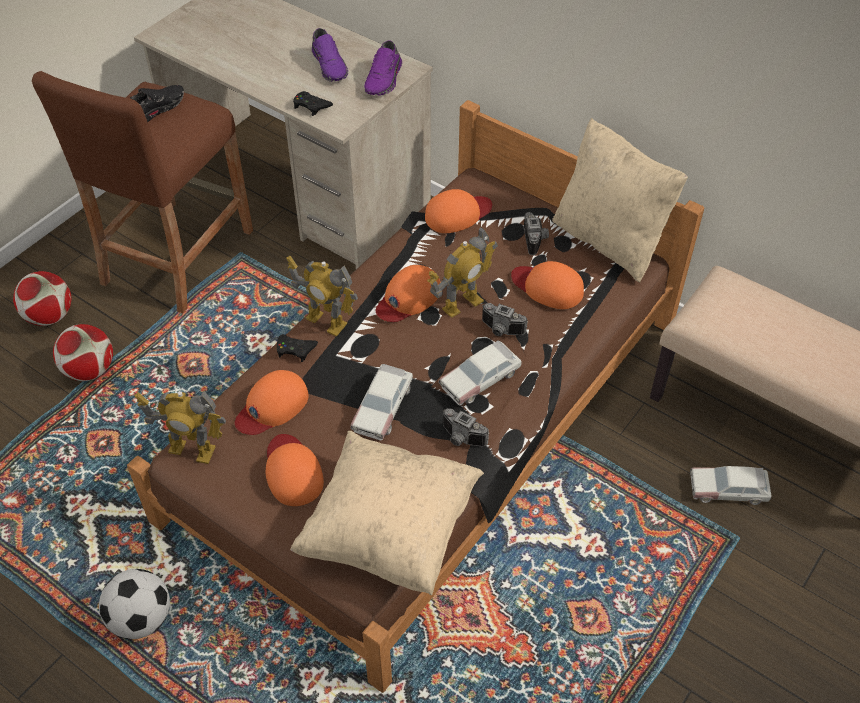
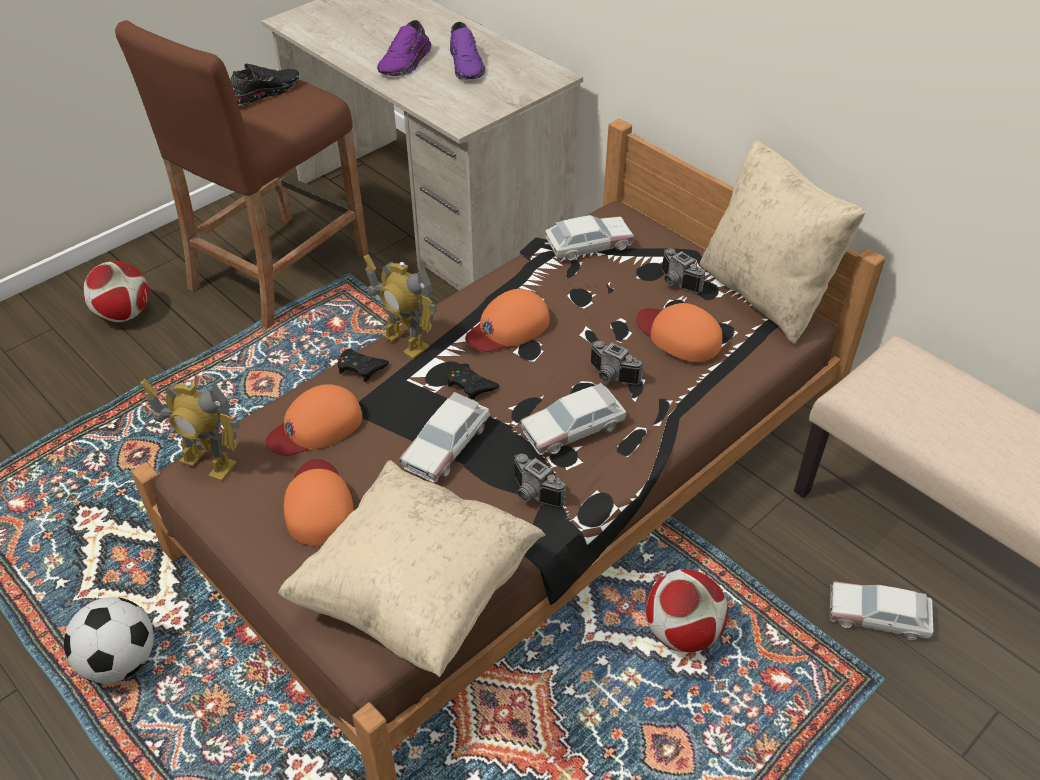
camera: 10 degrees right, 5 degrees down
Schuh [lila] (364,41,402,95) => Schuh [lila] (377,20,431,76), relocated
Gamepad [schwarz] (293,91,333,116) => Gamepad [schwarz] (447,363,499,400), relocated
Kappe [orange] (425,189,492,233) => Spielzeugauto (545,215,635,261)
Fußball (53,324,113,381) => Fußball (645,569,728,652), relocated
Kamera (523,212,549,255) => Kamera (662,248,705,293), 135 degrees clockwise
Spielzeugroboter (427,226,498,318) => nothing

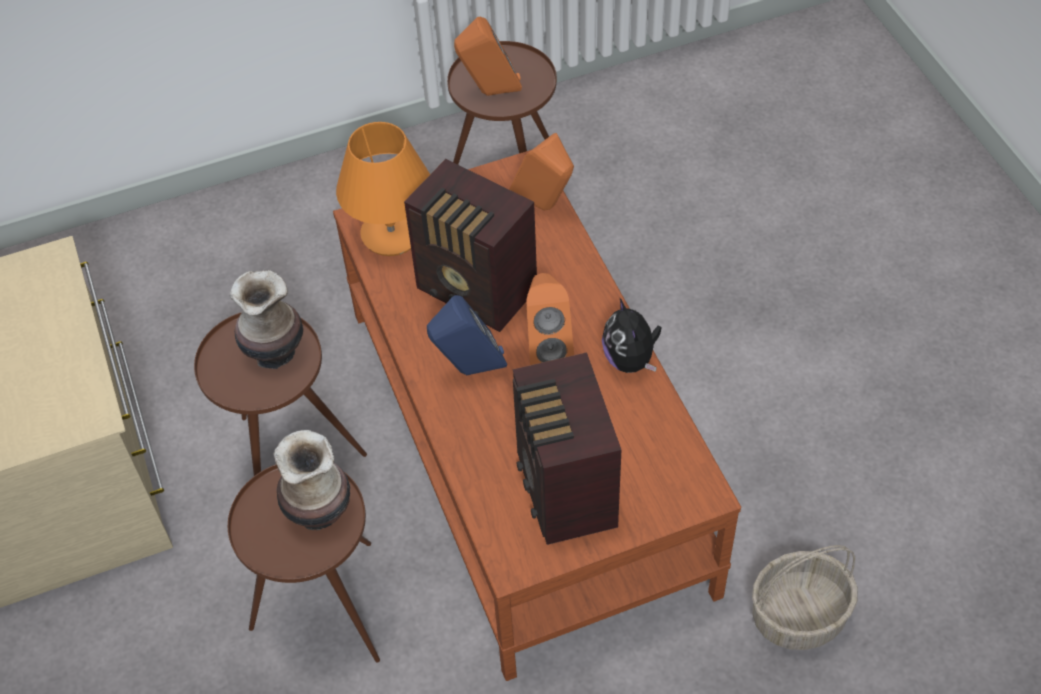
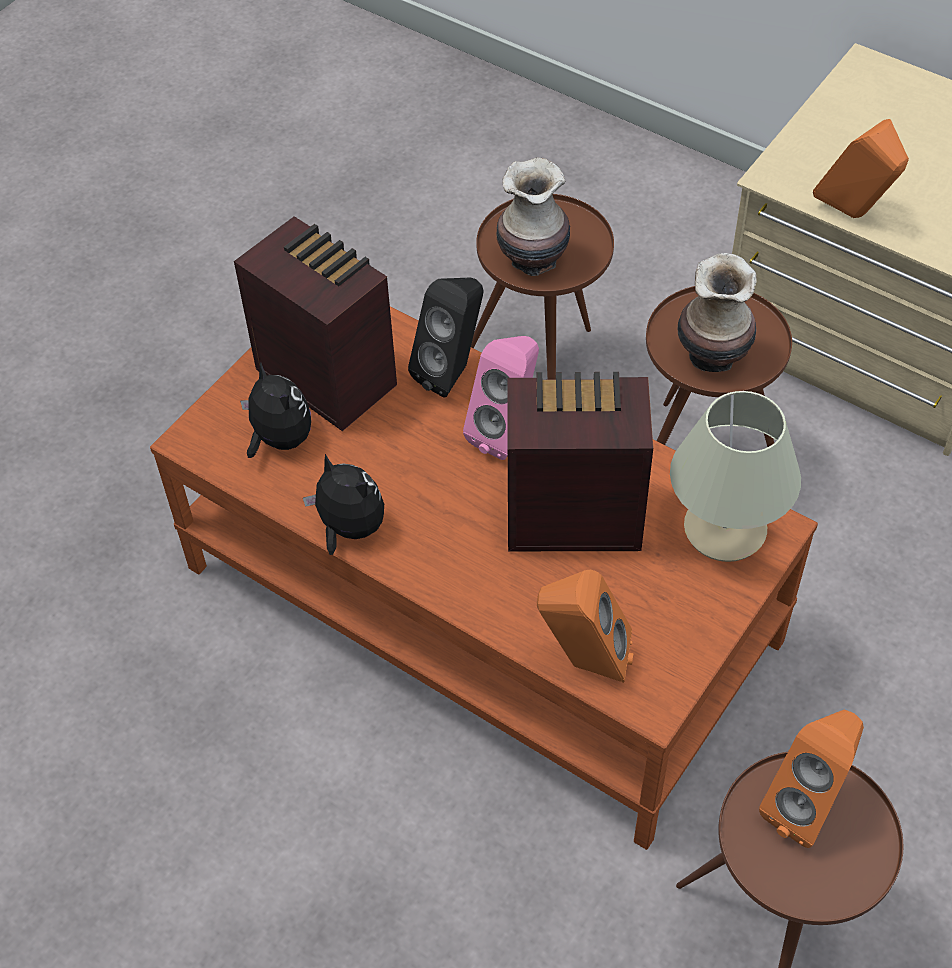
camera: 145 degrees right, 0 degrees up
nothing => Plüschtier (240,362,311,458)
nothing => Lautsprecher [schwarz] (408,278,484,398)
Lautsprecher [blau] (427,295,507,375) => Lautsprecher [rosa] (463,336,539,460)
Tischlampe [orange] (336,122,430,256) => Tischlampe [beige] (670,391,801,562)
Lautsprecher [orange] (527,273,574,365) => Lautsprecher [orange] (813,119,909,218), relocated
Korb (752,545,858,650) => nothing

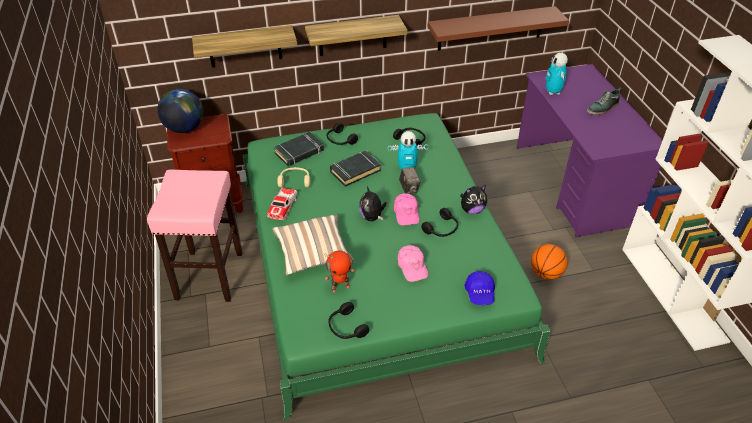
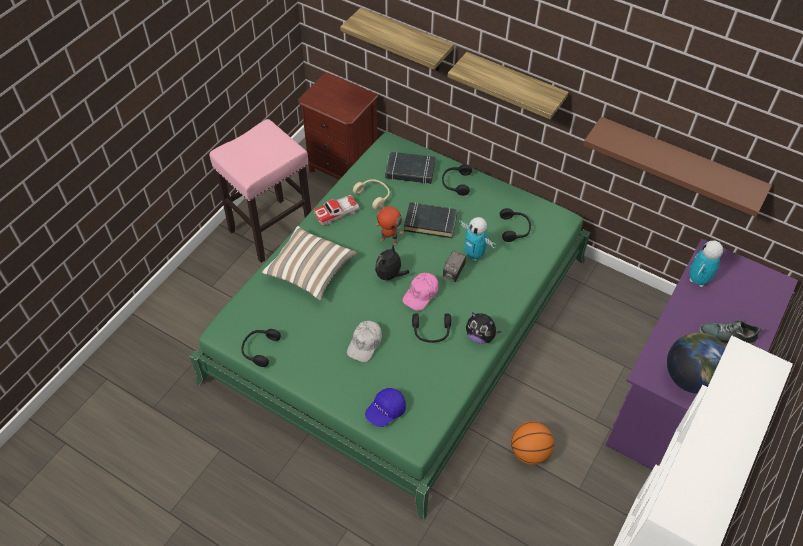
camera: 45 degrees right, 10 degrees up
Kappe [rosa] (398,245,428,282) => Kappe [weiß] (347,321,382,362)
Spielzeugroboter (325,251,354,292) => Spielzeugroboter (376,203,403,245), relocated
Globus (157,89,203,133) => Globus (667,333,726,394), relocated

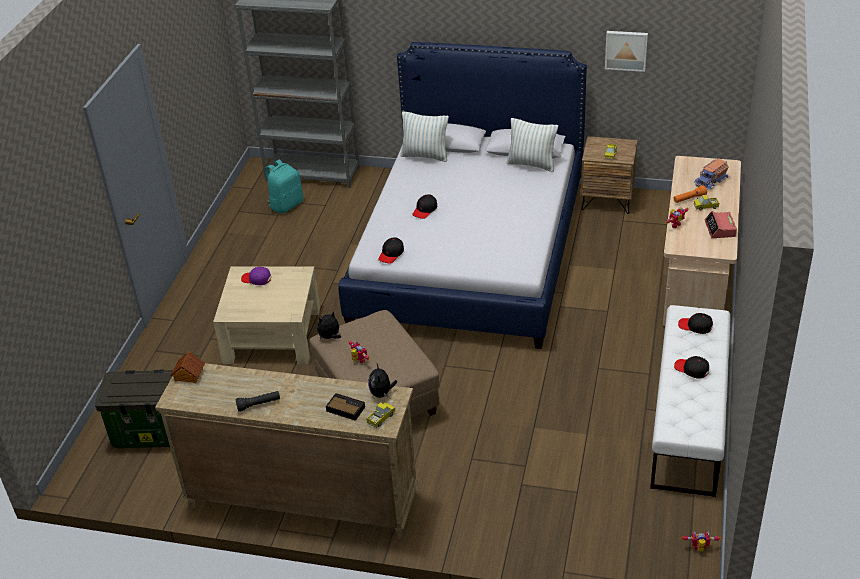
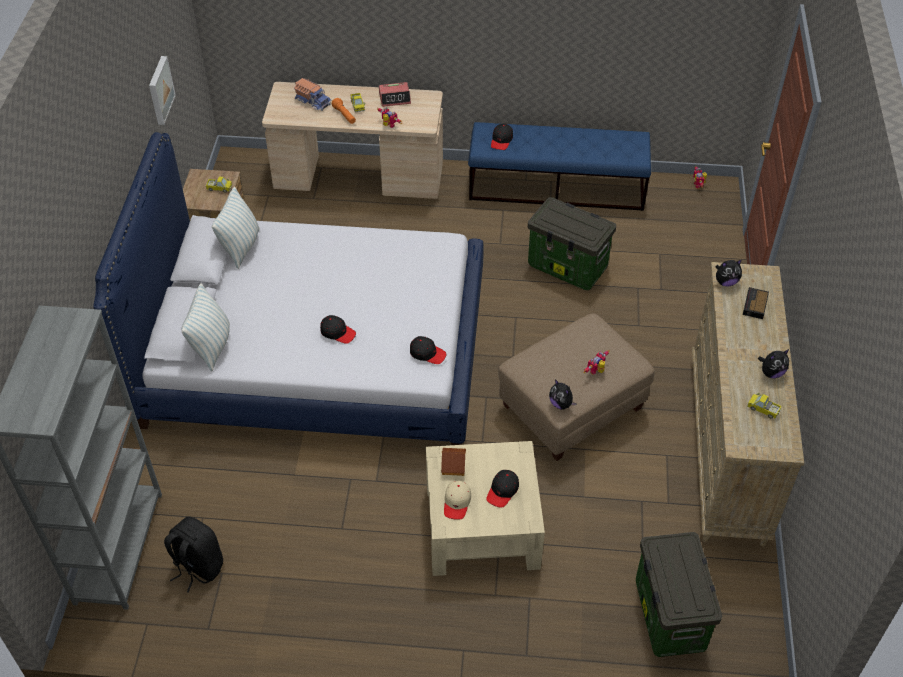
camera: 100 degrees left, 10 degrees up
Rucksack [türkis] (265,160,303,214) => Rucksack [schwarz] (164,517,223,593)
Spielzeughaus (170,351,205,383) => Spielzeughaus (441,448,466,476), relocated
Kappe [lila] (241,267,271,285) => Kappe [beige] (444,481,471,520)
Bank [weiß] (650,305,731,497) => Bank [blau] (468,122,651,211)
Kappe [schwarz] (674,356,709,378) => Kappe [schwarz] (487,470,519,508), relocated
nothing => Aufbewahrungsbox (528,197,616,290)
Spielzeuglaster (366,402,396,428) => Spielzeuglaster (747,393,782,419), relocated
Taschenlampe [schwarz] (235,391,280,412) => Plüschtier (758,349,789,378)

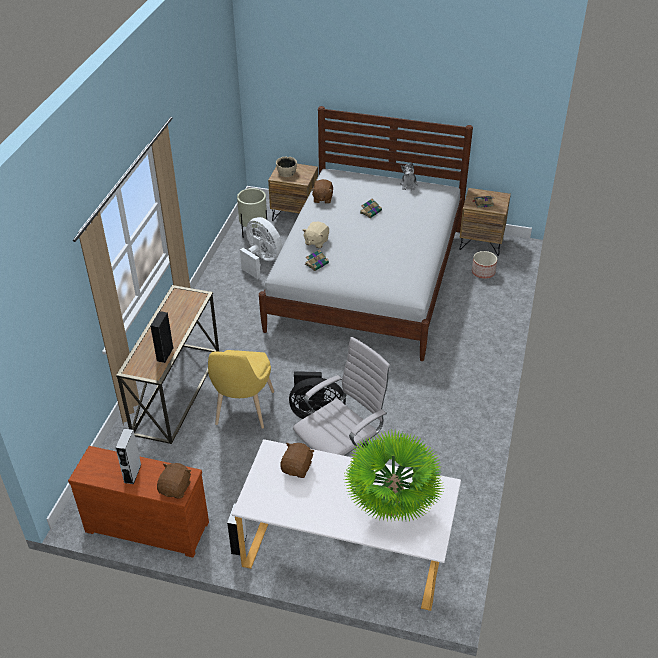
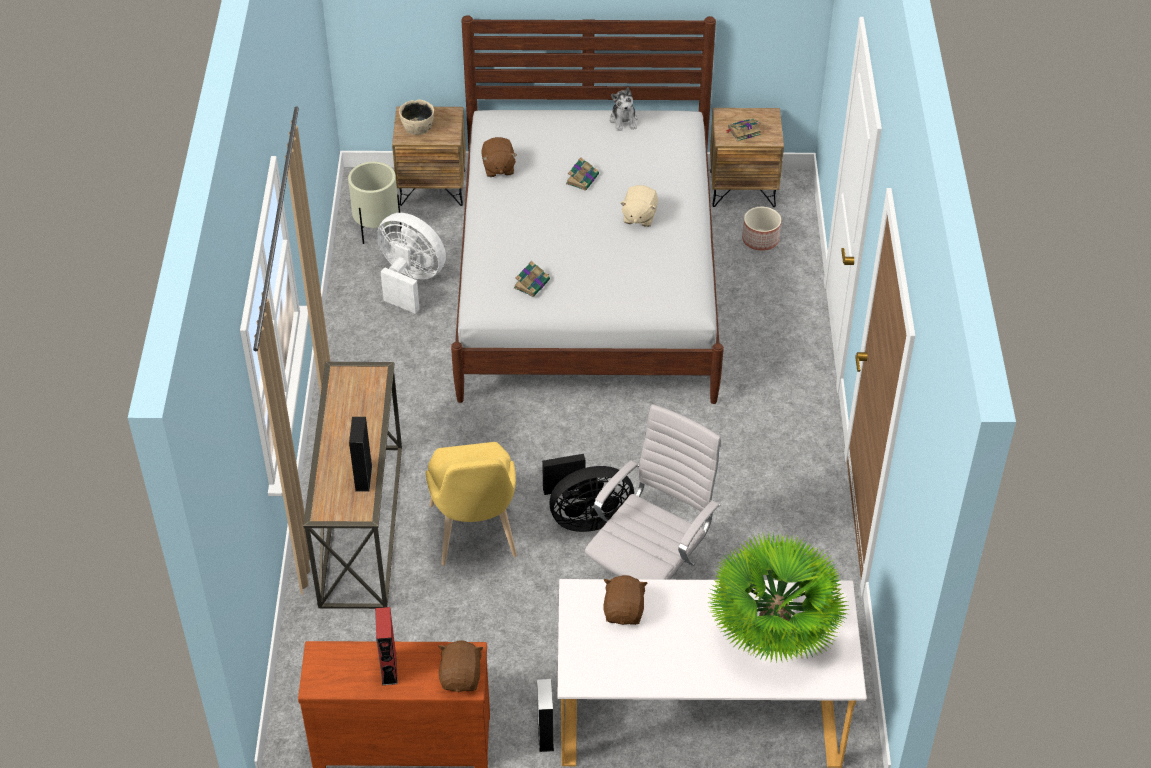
camera: 15 degrees left, 5 degrees up
Lautsprecher [grau] (115,429,142,484) => Lautsprecher [rot] (375,607,398,685)
Plüschtier [beige] (303,222,329,248) => Plüschtier [beige] (620,185,658,227), relocated

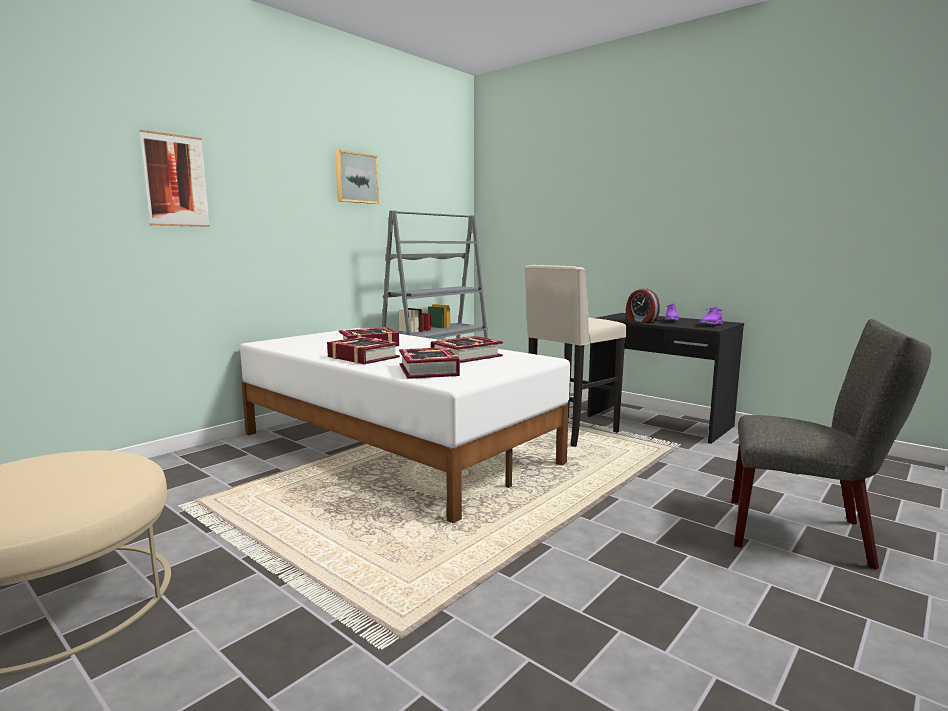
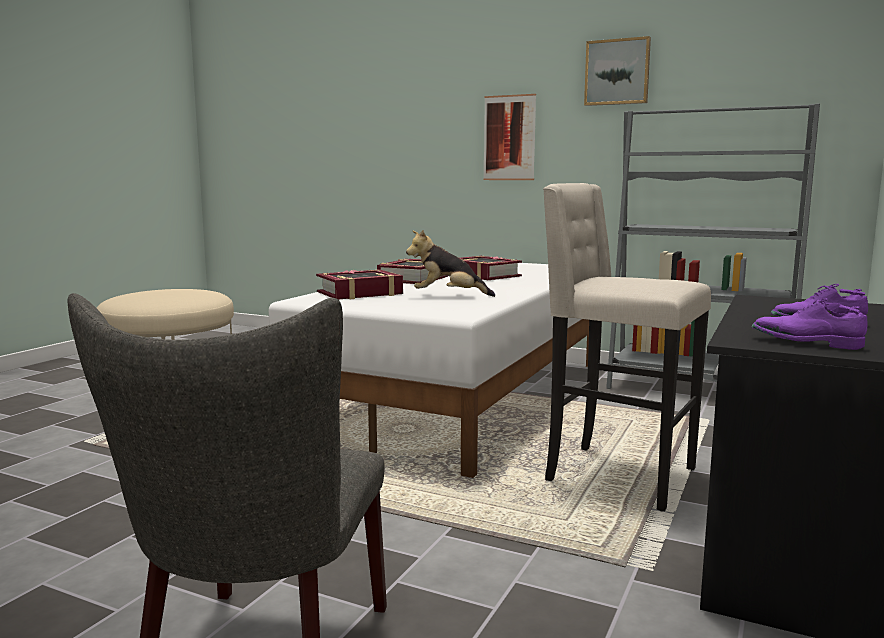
camera: 75 degrees right, 0 degrees up
Buch (431,336,503,363) => Plüschtier (406,230,495,297)
Bild (140,130,210,227) => Bild (483,94,536,180), relocated
Wecker (626,288,660,323) => nothing

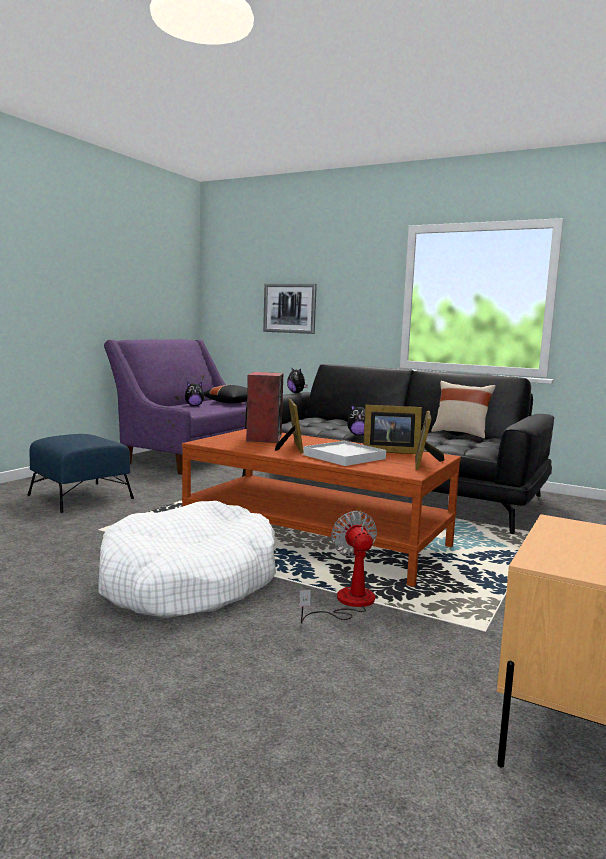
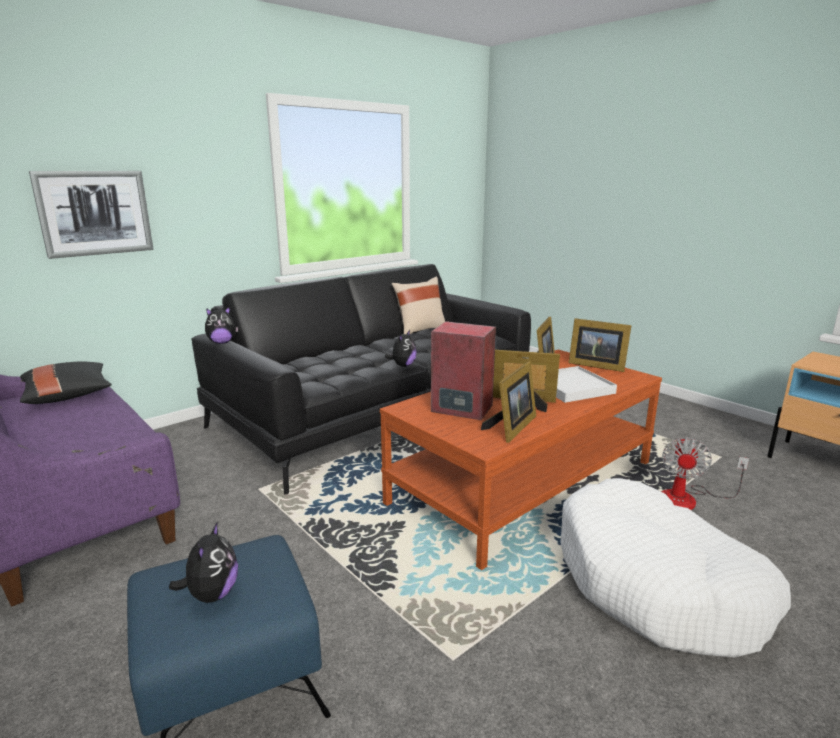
camera: 70 degrees left, 10 degrees up
Plüschtier (185,382,205,406) => Plüschtier (169,521,238,603), relocated
nothing => Bilderrahmen (481,361,536,443)
Ventilator (299,511,377,624) => Ventilator (661,437,749,510), 75 degrees counterclockwise

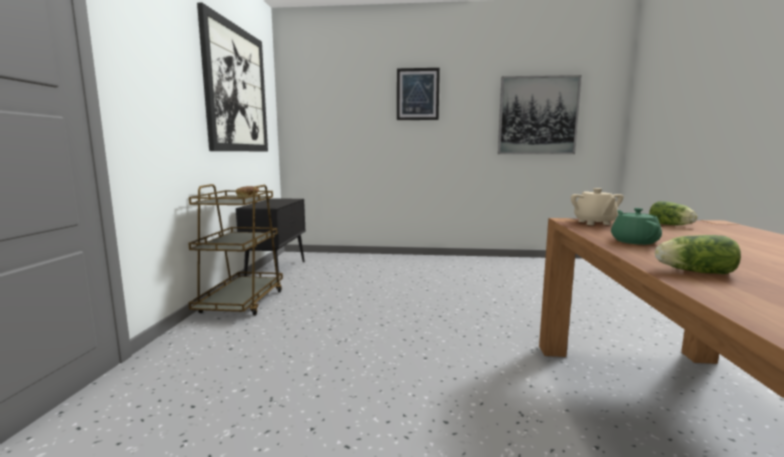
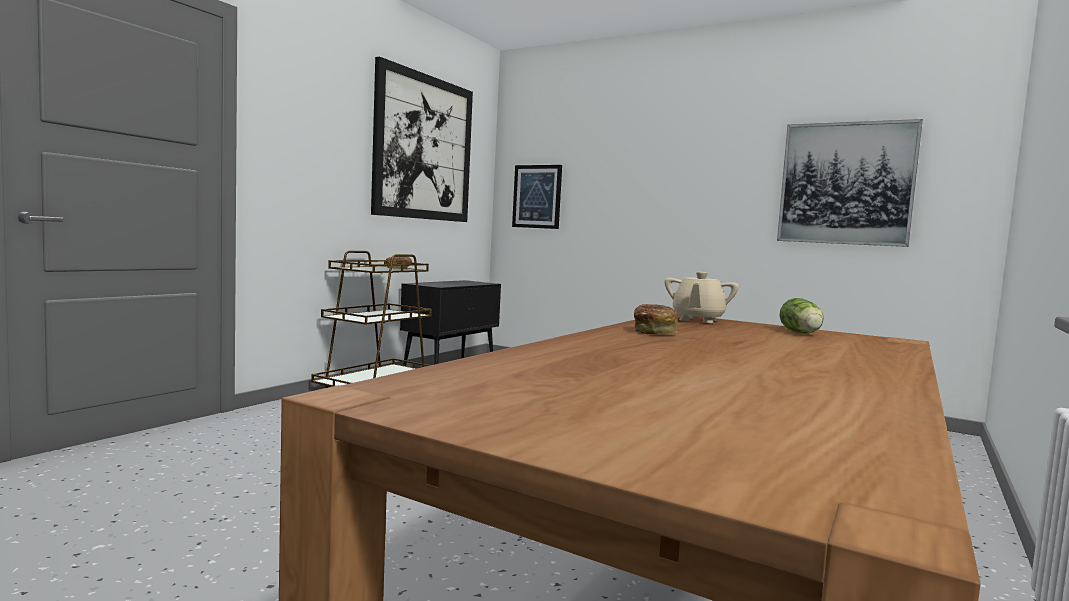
camera: 25 degrees right, 5 degrees down
Bild (397,68,440,120) => Bild (512,165,562,229), relocated
Teekanne [grün] (611,208,662,245) => Brot (634,304,678,335)
Salatkopf (655,235,741,274) => nothing

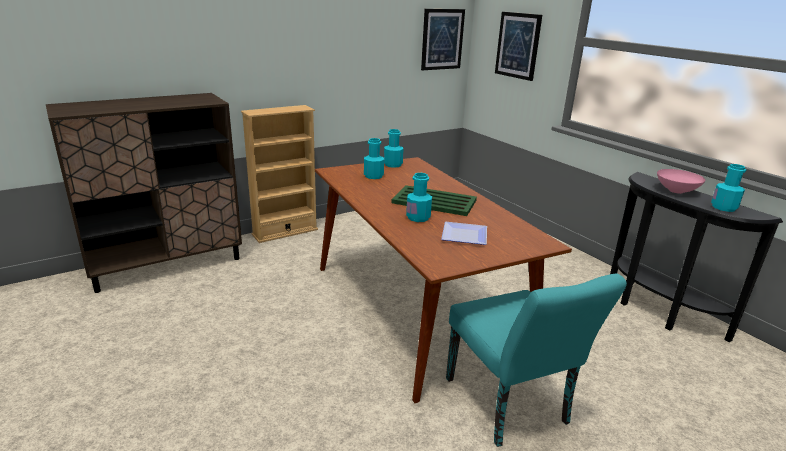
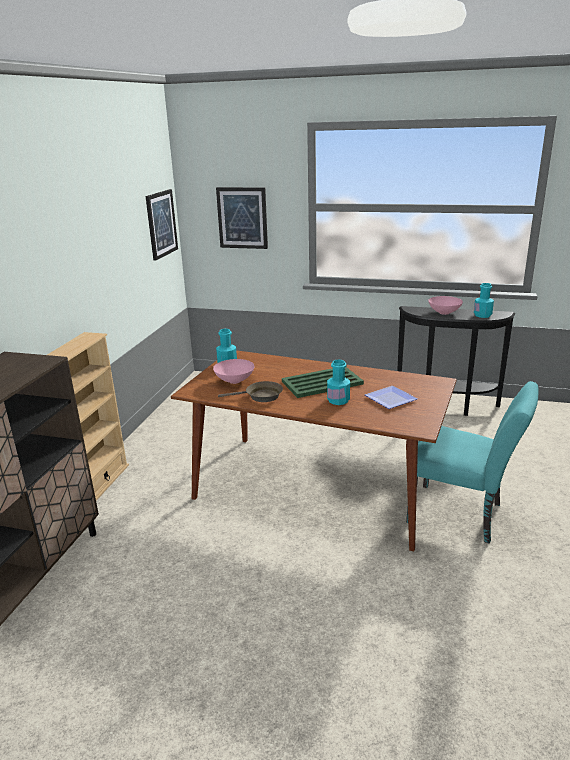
camera: 40 degrees left, 0 degrees up
Flasche [türkis] (364,138,384,179) => Schüssel [rosa] (213,359,254,384)
nothing => Pfanne [braun] (218,381,283,402)

